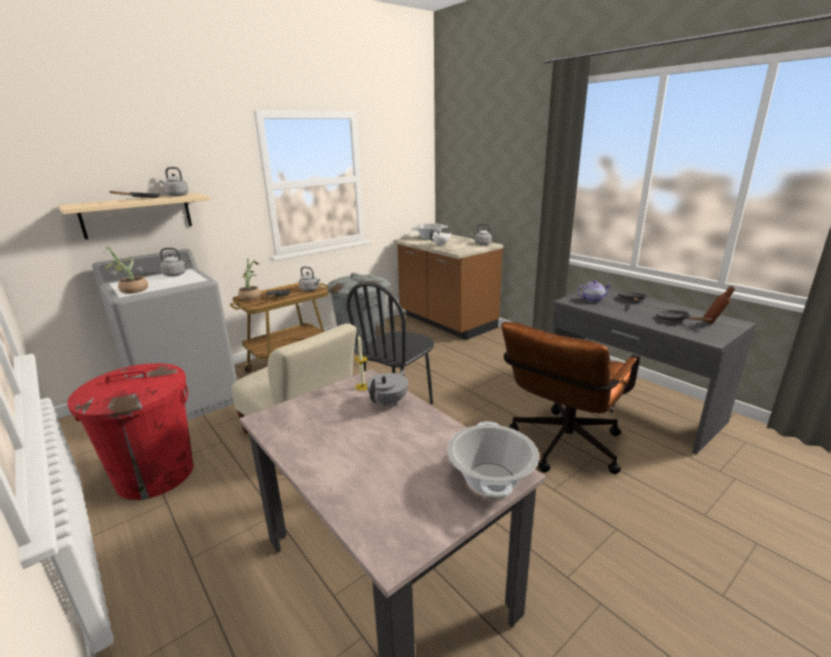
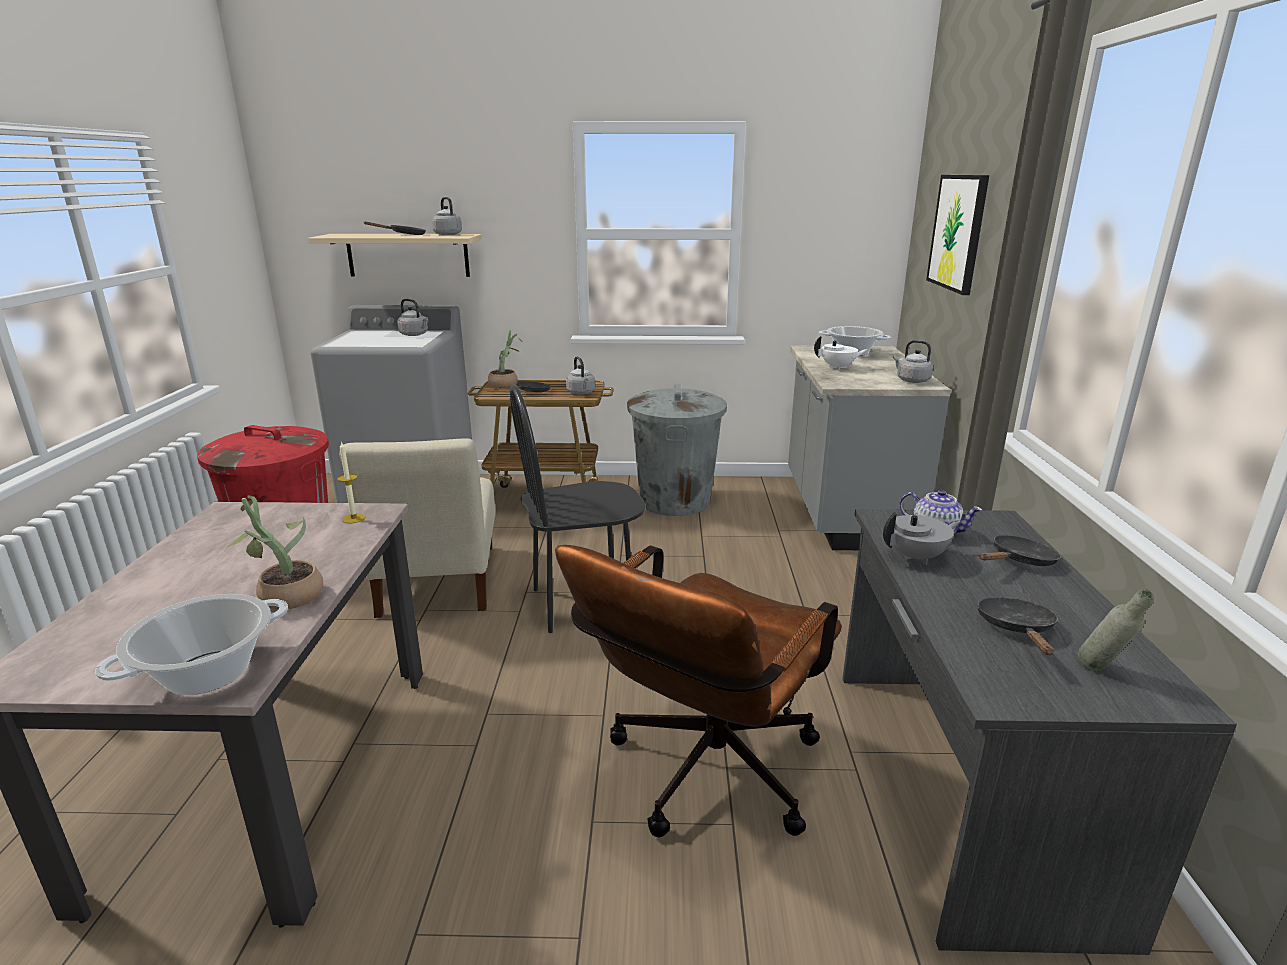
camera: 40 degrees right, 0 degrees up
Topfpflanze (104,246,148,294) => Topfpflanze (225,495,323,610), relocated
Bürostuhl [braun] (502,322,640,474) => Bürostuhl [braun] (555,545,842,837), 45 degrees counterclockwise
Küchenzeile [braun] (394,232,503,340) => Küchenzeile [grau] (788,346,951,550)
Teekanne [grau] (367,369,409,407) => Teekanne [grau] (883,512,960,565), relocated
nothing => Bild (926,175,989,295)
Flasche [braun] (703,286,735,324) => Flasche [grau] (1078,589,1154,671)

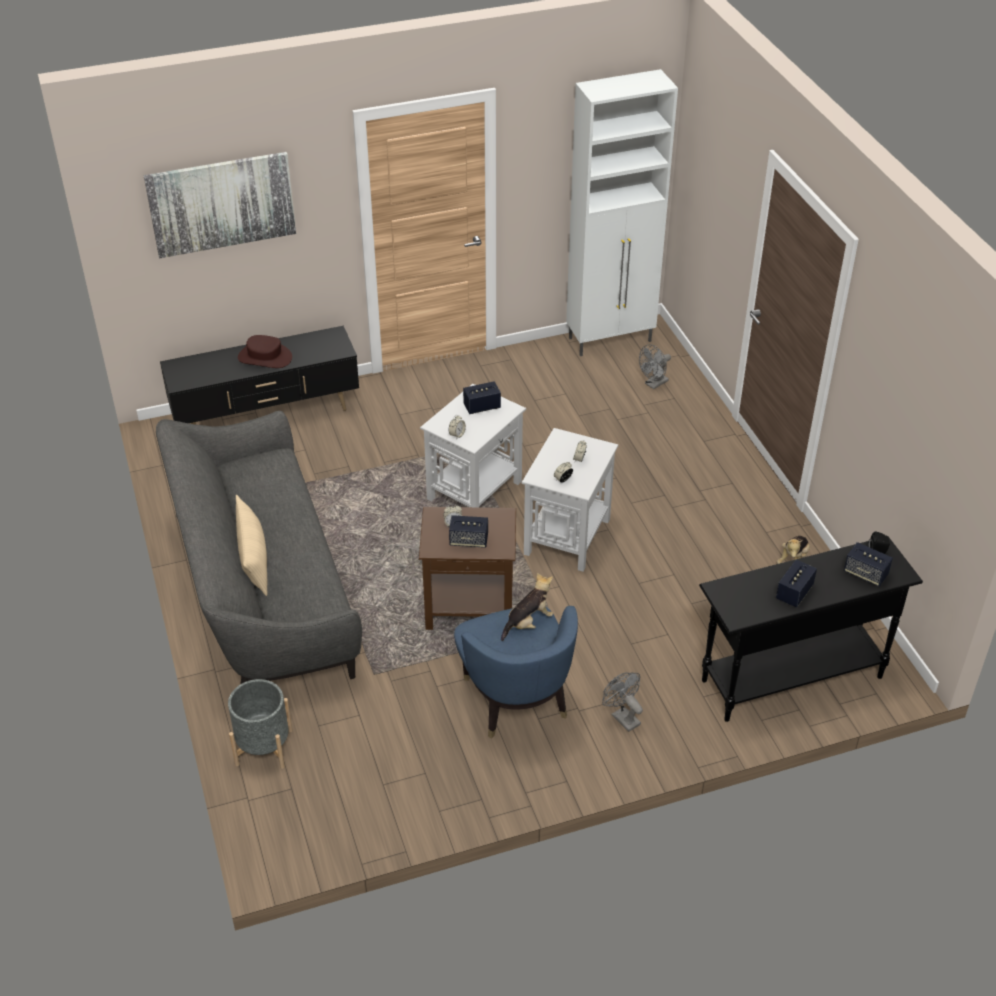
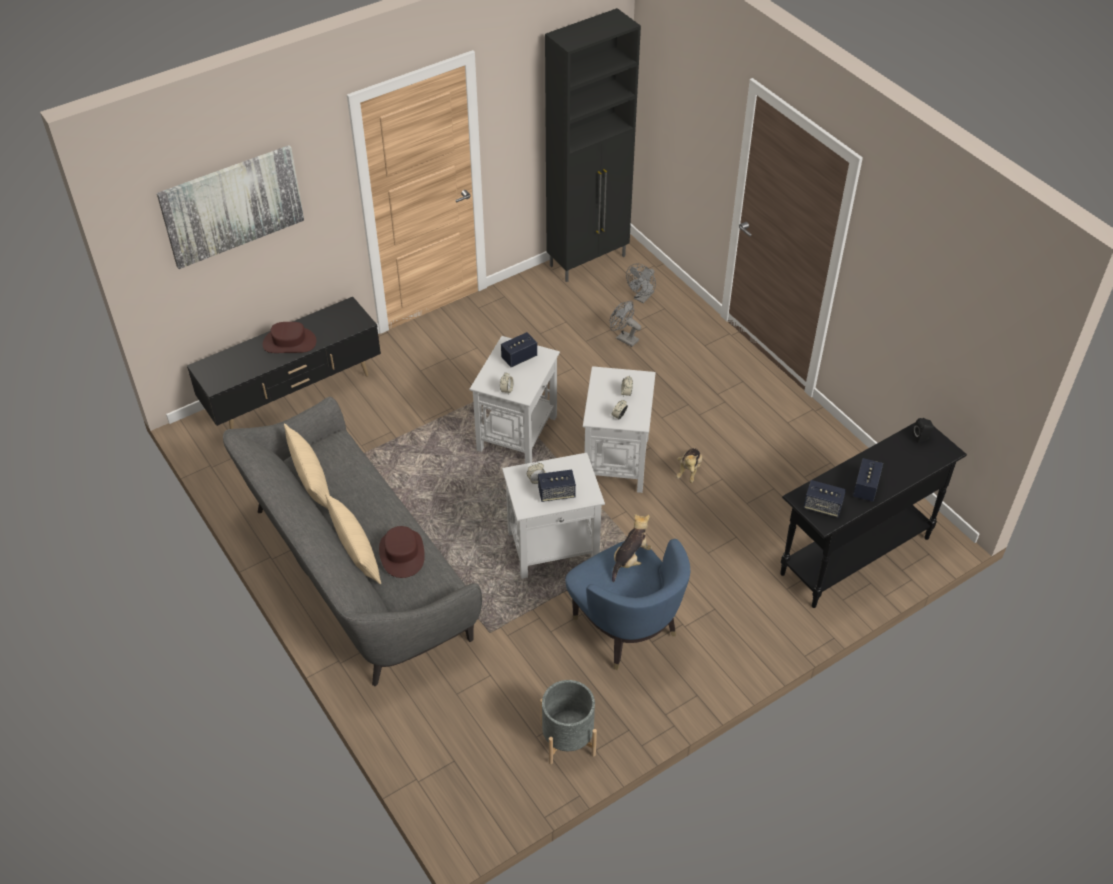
camera: 15 degrees left, 5 degrees up
nothing => Kissen [beige] (284,423,330,509)
nothing => Hut [braun] (379,526,425,578)
Beistelltisch [braun] (419,507,516,630) => Beistelltisch [weiß] (502,453,605,579)
Pflanzkübel [grau] (228,679,292,769) => Pflanzkübel [grau] (540,680,597,764), relocated
Schrank [weiß] (566,69,678,356) => Schrank [schwarz] (545,8,641,282)
Ventilator [grau] (602,672,643,732) => Ventilator [grau] (610,301,641,347), relocated
Plüschtier (777,536,810,564) => Plüschtier (676,448,702,483), relocated
Lautsprecher (844,542,893,587) => Lautsprecher (803,480,846,517), relocated

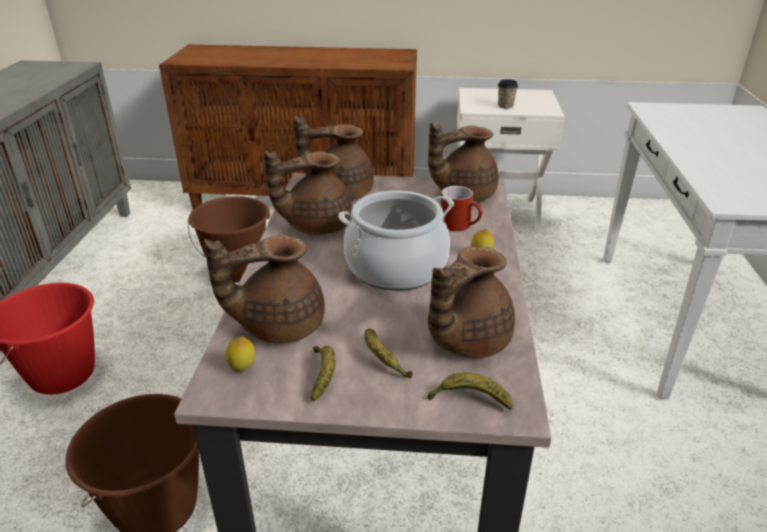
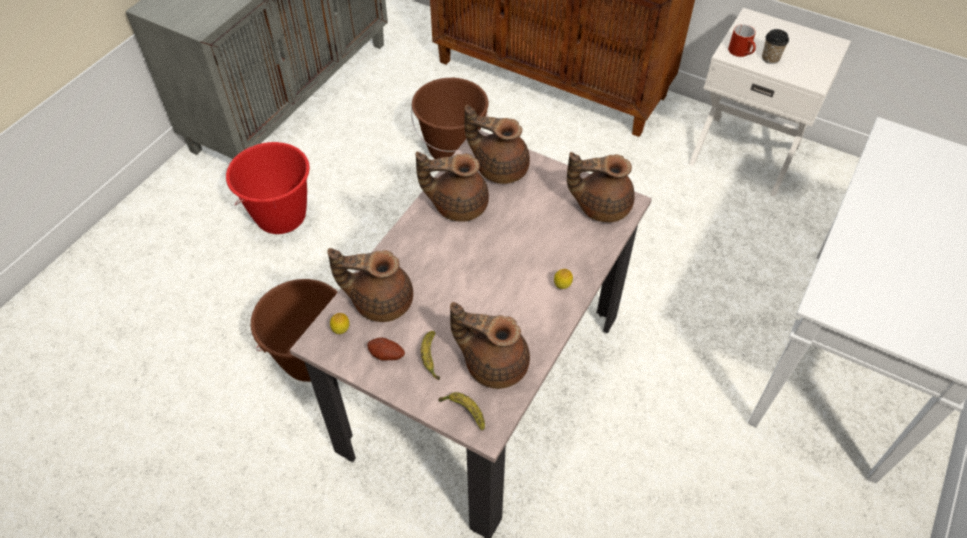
camera: 25 degrees right, 20 degrees up
Banane (311,346,336,401) => Kartoffel (367,338,405,361)
Teekanne [braun] (428,246,515,358) => Teekanne [braun] (450,302,530,389), 45 degrees clockwise
Henkelbecher [rot] (441,186,482,231) => Henkelbecher [rot] (728,24,756,57), relocated
Kochtopf (338,190,454,291) => nothing

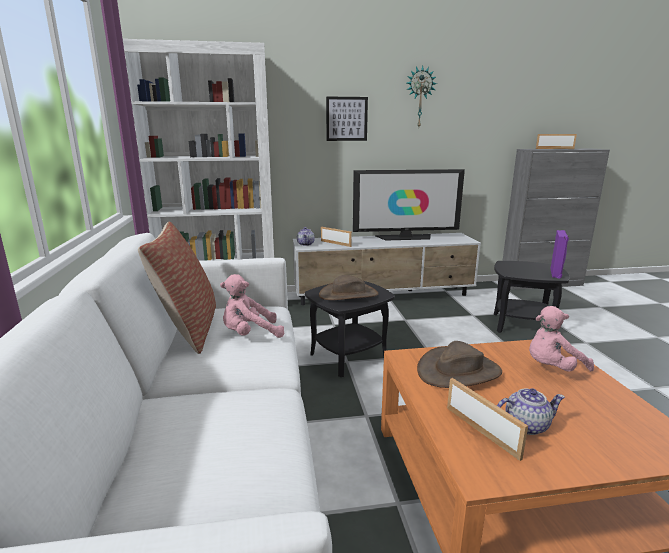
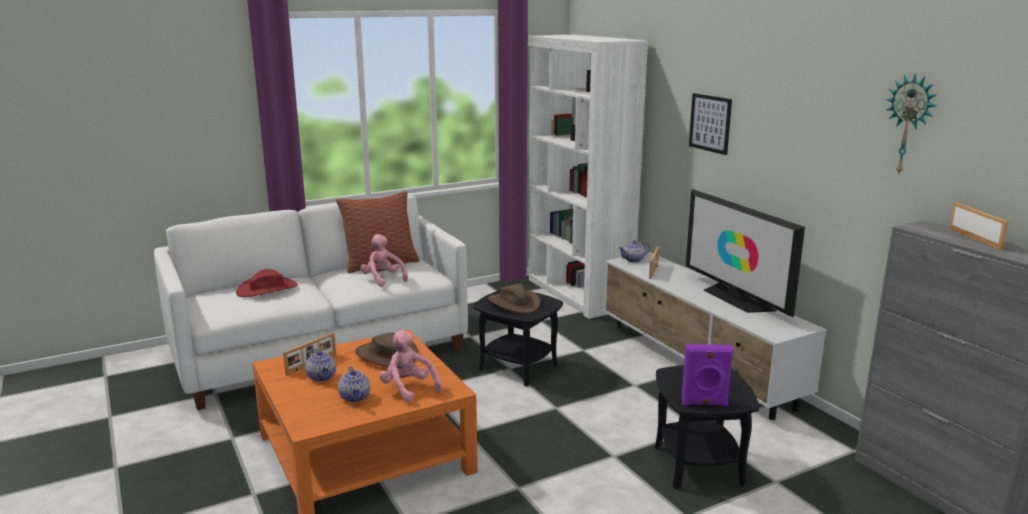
camera: 70 degrees right, 0 degrees up
nothing => Hut [rot] (236,269,298,297)
nothing => Teekanne (338,367,370,402)
Wanduhr (407,66,437,127) => Wanduhr (885,73,937,176), relocated

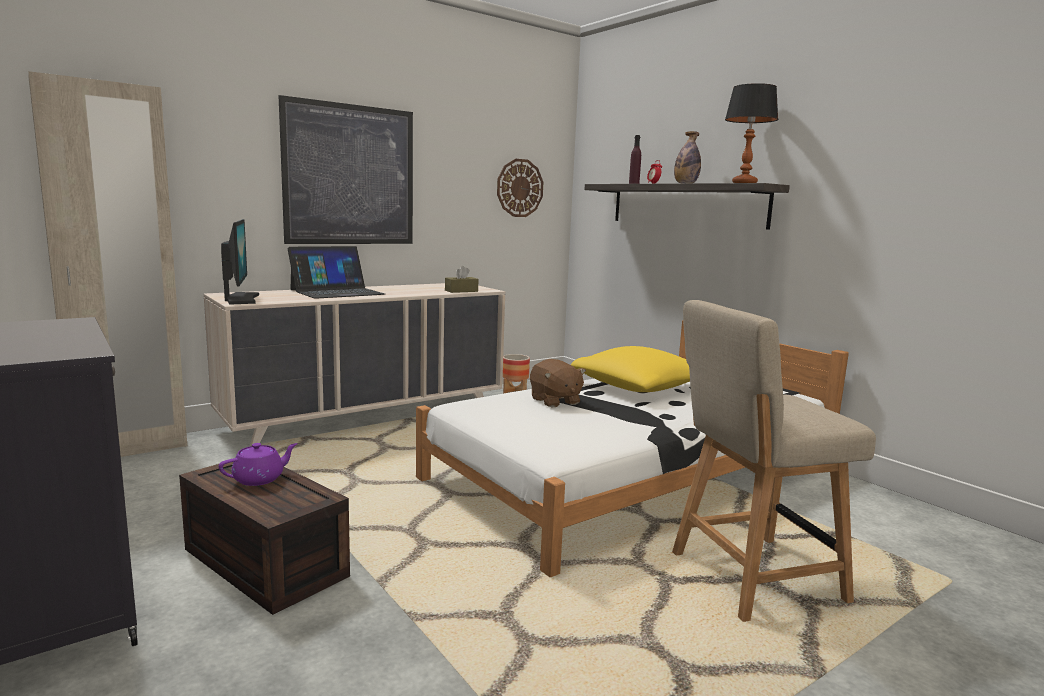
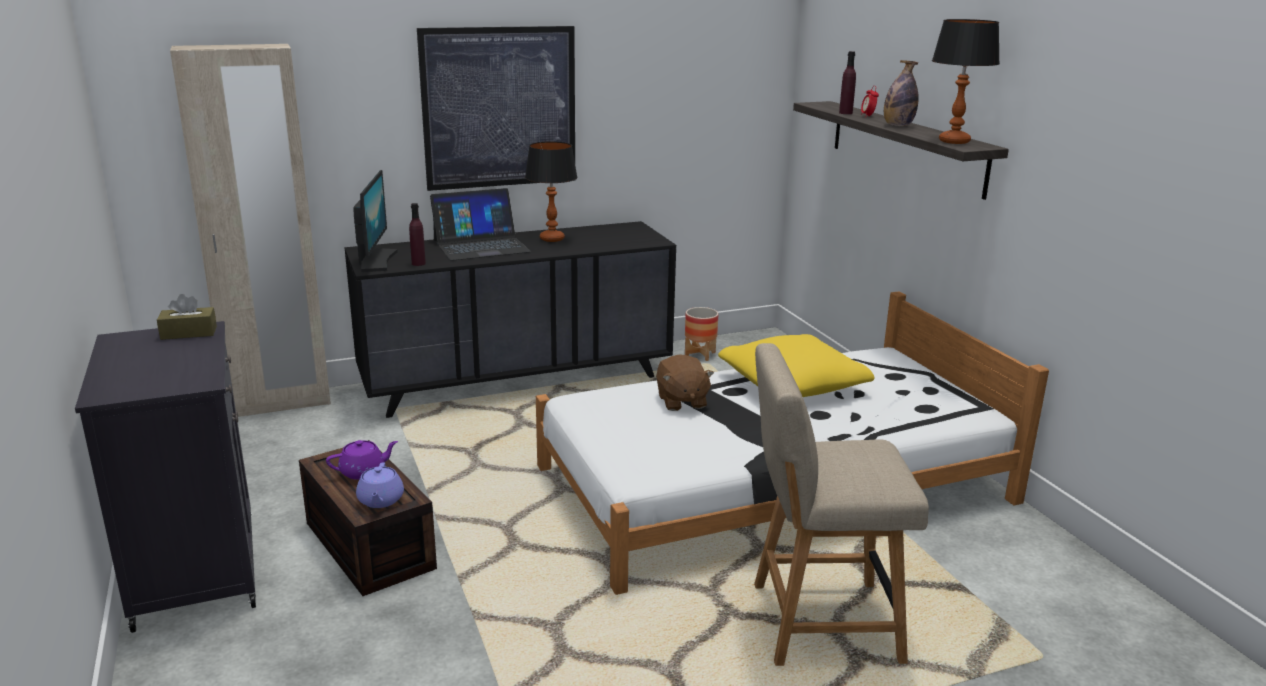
camera: 15 degrees right, 10 degrees up
Taschentuchbox [braun] (445,266,478,293) => Taschentuchbox [braun] (157,294,217,340), relocated
Kommode [beige] (204,283,505,447) => Kommode [schwarz] (345,221,676,418)
nothing => Teekanne [lila] (356,462,404,508)
nothing => Flasche [lila] (409,203,426,266)
nothing => Tischlampe (525,142,578,242)
Wanduhr (497,159,543,217) => nothing

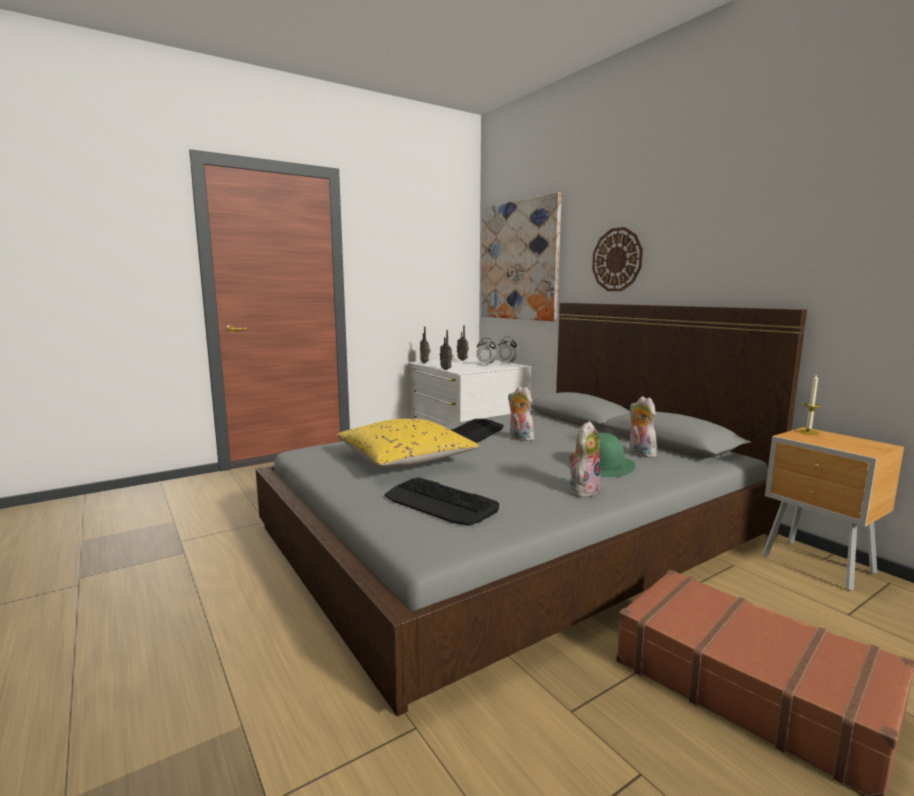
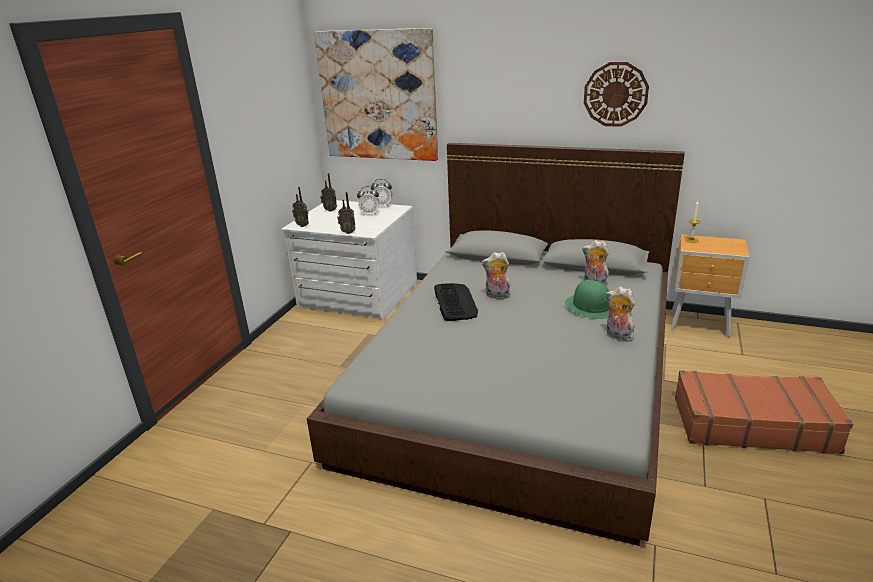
camera: 35 degrees left, 15 degrees up
Wanduhr (592,227,643,291) => Wanduhr (584,62,649,127), relocated
Plüschtier (569,421,600,498) => Plüschtier (606,287,635,342), 45 degrees counterclockwise
Kissen [gelb] (337,419,479,467) => nothing
Tastatur (384,478,499,526) => nothing

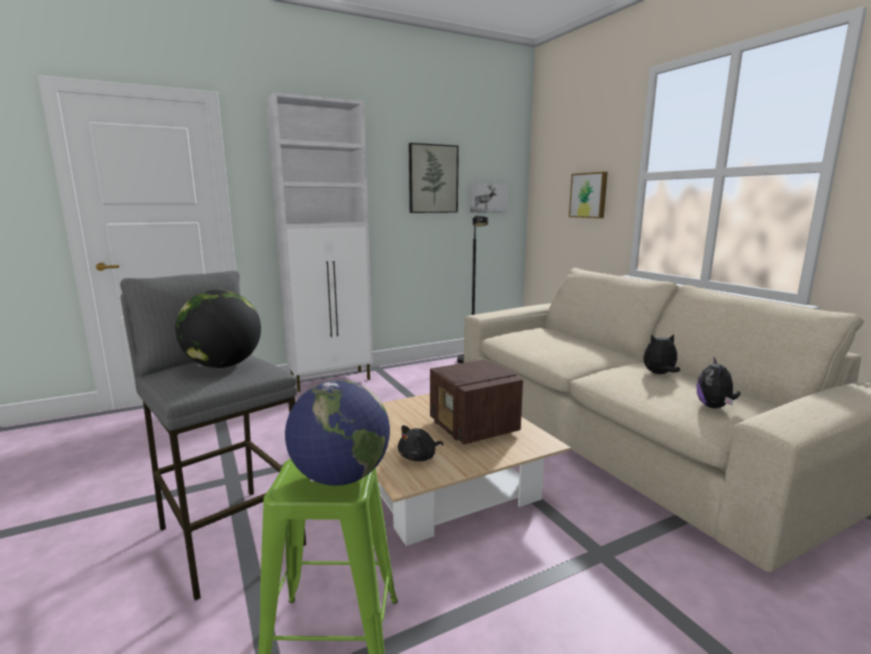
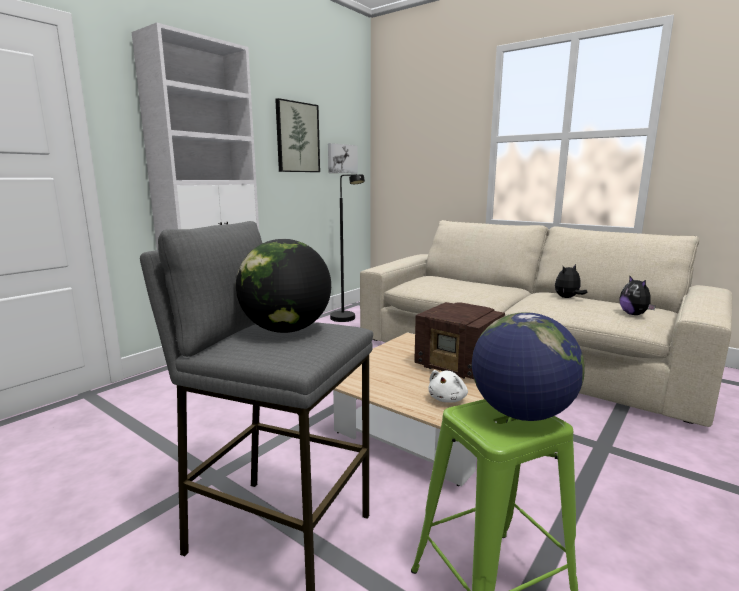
camera: 25 degrees left, 0 degrees up
Plüschtier [schwarz] (398,425,443,461) => Plüschtier [weiß] (428,370,468,403)
Bild (569,172,608,218) => nothing

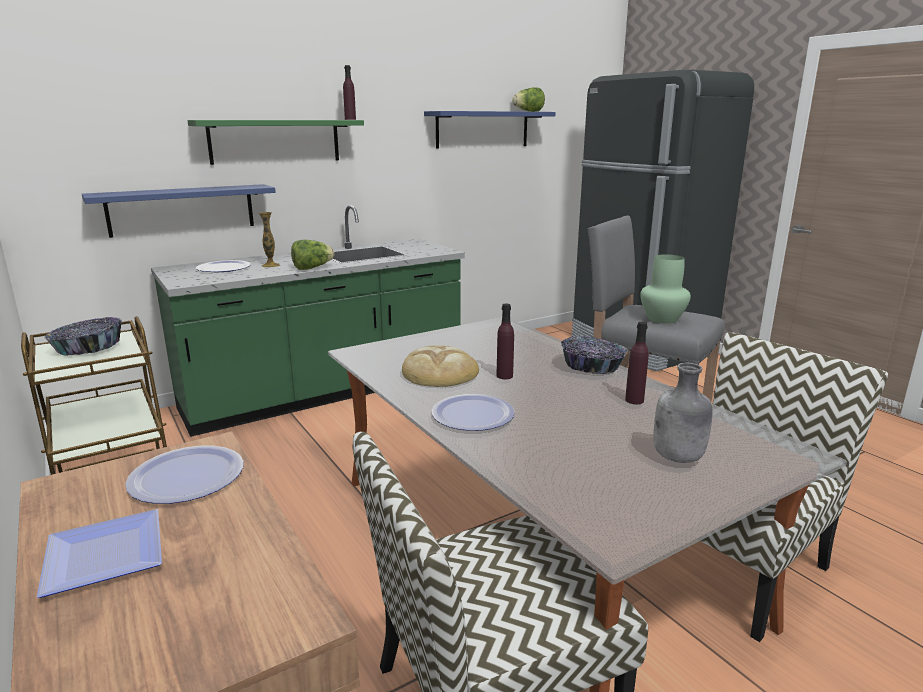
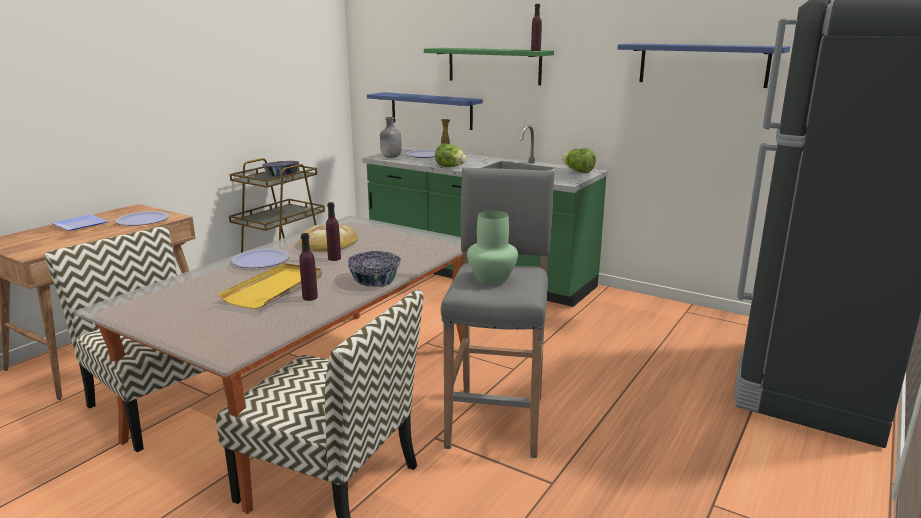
camera: 65 degrees right, 0 degrees up
nothing => Tablett [gelb] (218,263,322,309)
Flasche [grau] (654,363,713,463) => Flasche [grau] (380,117,401,158), relocated
Salatkopf (512,87,545,112) => Salatkopf (562,148,596,173), relocated

